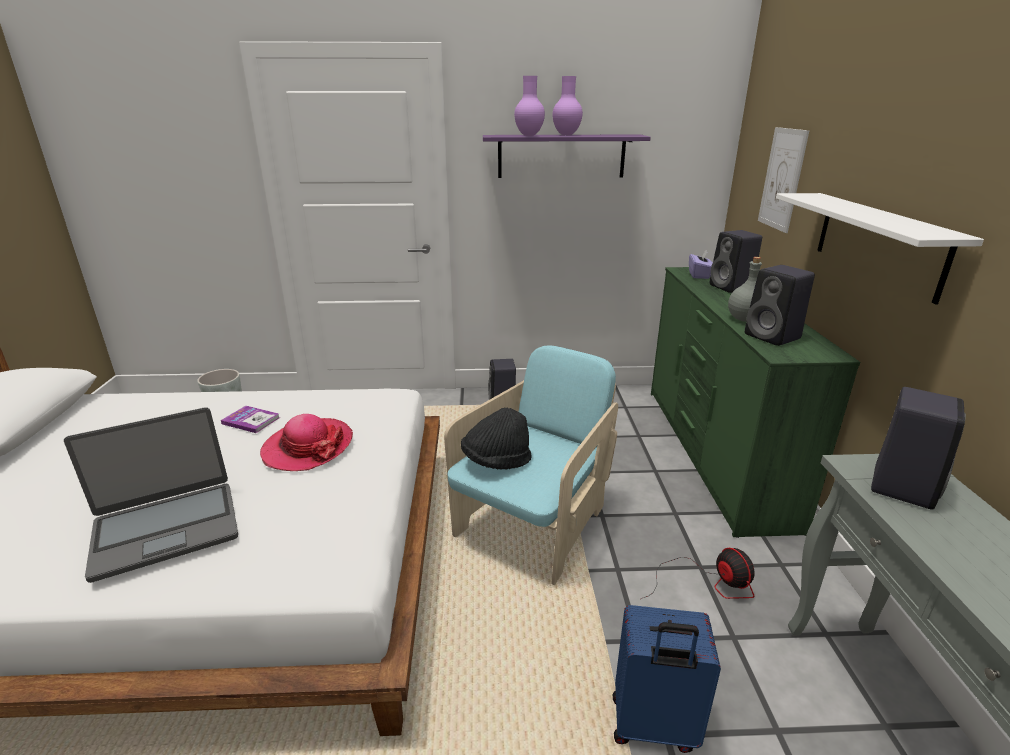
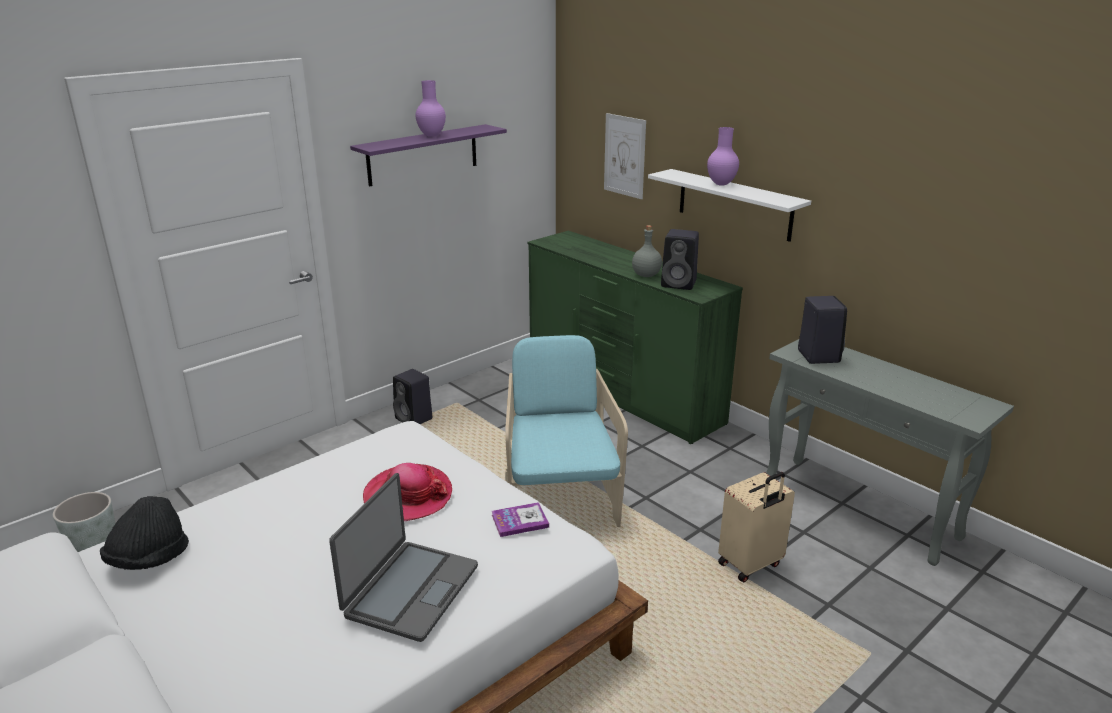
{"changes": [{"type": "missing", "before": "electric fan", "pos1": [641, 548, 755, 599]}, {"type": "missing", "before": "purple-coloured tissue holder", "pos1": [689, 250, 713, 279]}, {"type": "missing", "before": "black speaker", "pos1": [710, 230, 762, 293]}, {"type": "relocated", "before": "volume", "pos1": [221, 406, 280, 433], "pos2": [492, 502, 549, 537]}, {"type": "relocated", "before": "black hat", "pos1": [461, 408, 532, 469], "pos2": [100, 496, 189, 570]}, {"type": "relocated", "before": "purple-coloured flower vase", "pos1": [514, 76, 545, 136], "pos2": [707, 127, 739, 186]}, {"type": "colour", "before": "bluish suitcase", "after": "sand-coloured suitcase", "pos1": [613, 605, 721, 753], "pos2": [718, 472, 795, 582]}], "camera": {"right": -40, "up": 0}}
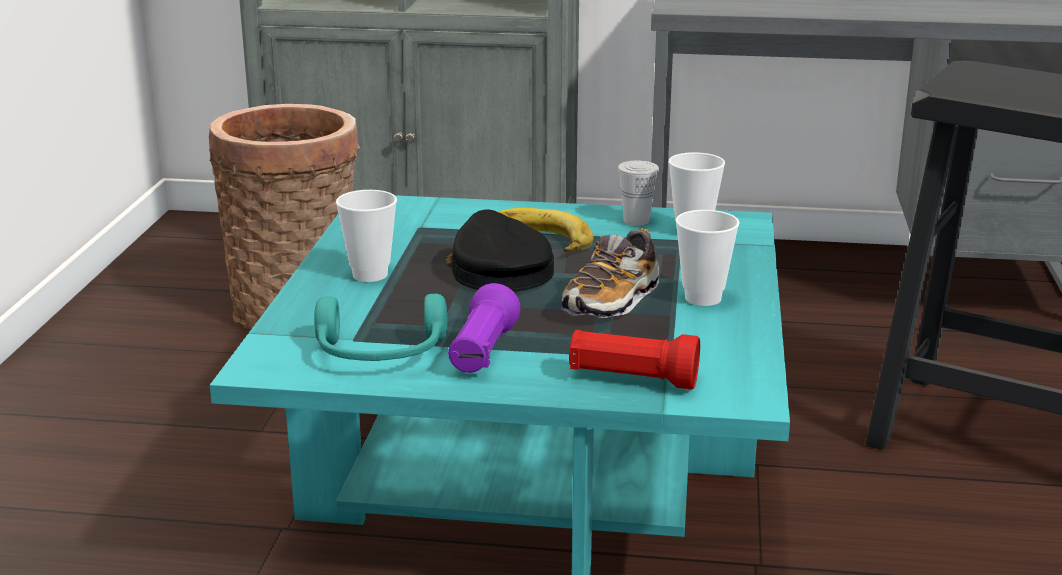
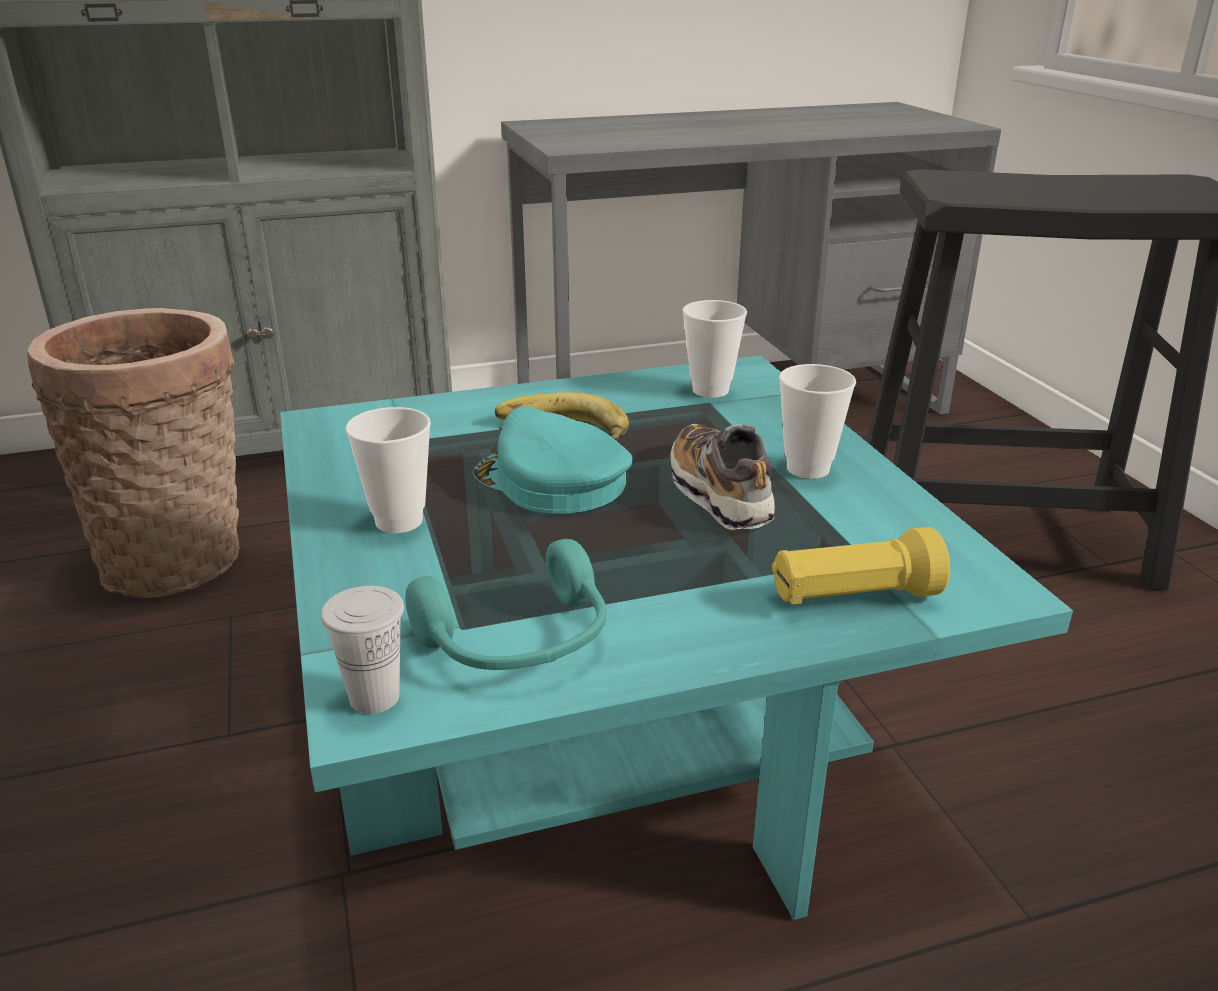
{"changes": [{"type": "missing", "before": "purple-coloured flashlight", "pos1": [448, 283, 521, 373]}, {"type": "relocated", "before": "whitish drinking cup", "pos1": [618, 161, 659, 226], "pos2": [321, 586, 404, 714]}, {"type": "colour", "before": "black peaked cap", "after": "blue-green peaked cap", "pos1": [444, 209, 554, 292], "pos2": [473, 407, 633, 514]}, {"type": "colour", "before": "reddish flashlight", "after": "yellowish flashlight", "pos1": [569, 330, 700, 390], "pos2": [772, 527, 950, 604]}, {"type": "spun", "before": "low shoe", "pos1": [561, 228, 659, 318], "pos2": [670, 424, 775, 530], "turn": 150}], "camera": {"right": -25, "up": 5}}
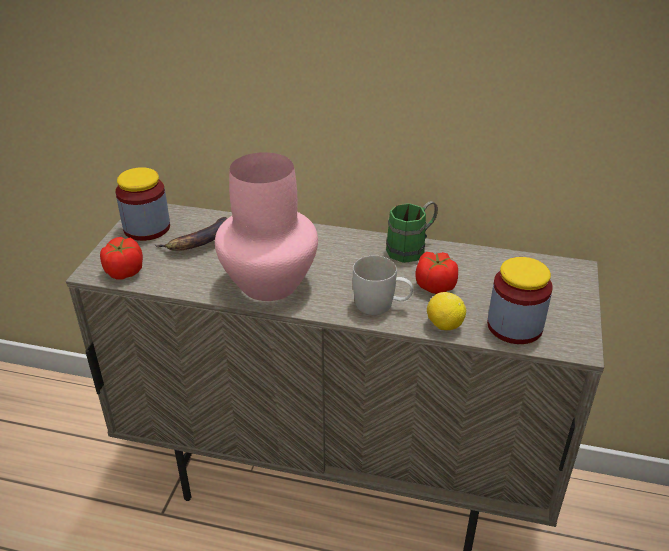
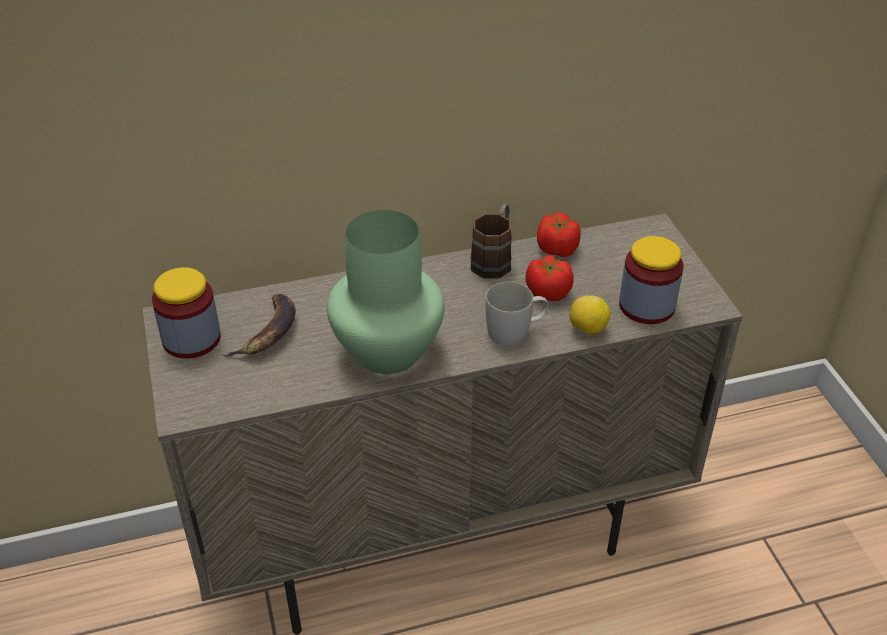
{"changes": [{"type": "relocated", "before": "whole tomato", "pos1": [100, 237, 143, 280], "pos2": [537, 212, 581, 257]}, {"type": "colour", "before": "pink-coloured flower vase", "after": "greenish flower vase", "pos1": [215, 152, 318, 301], "pos2": [327, 210, 445, 374]}, {"type": "colour", "before": "greenish mug", "after": "brown mug", "pos1": [386, 201, 438, 263], "pos2": [470, 204, 512, 279]}], "camera": {"right": -30, "up": 5}}
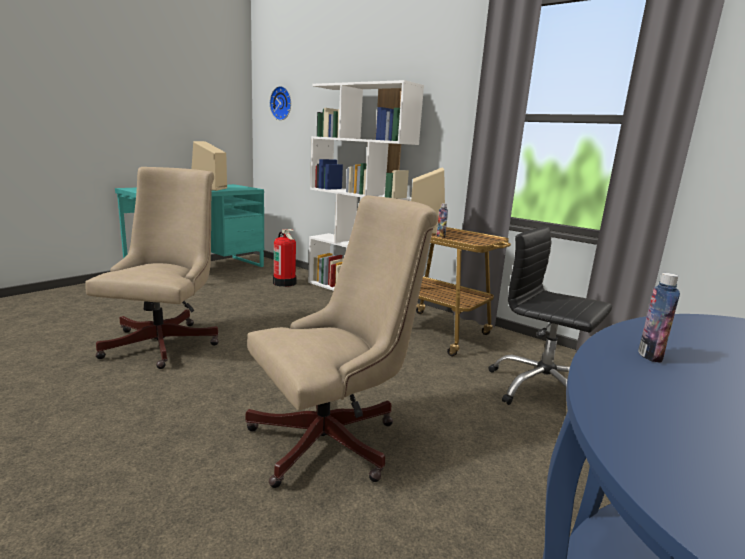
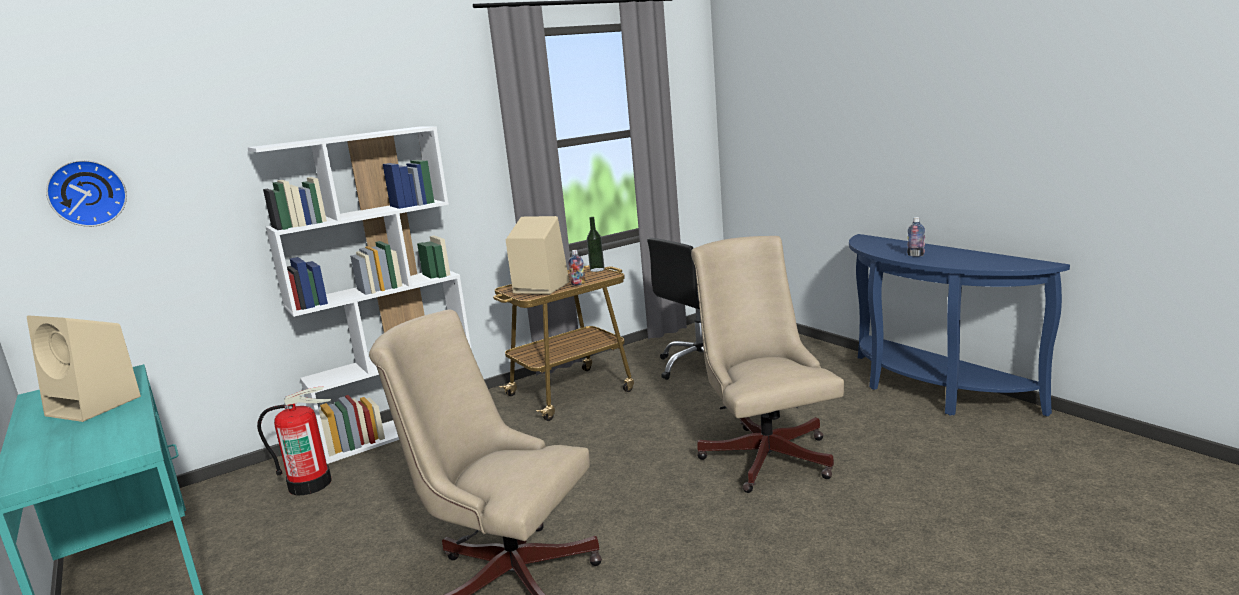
{"changes": [{"type": "appeared", "after": "drink bottle", "pos2": [587, 217, 605, 272]}], "camera": {"right": -70, "up": 0}}
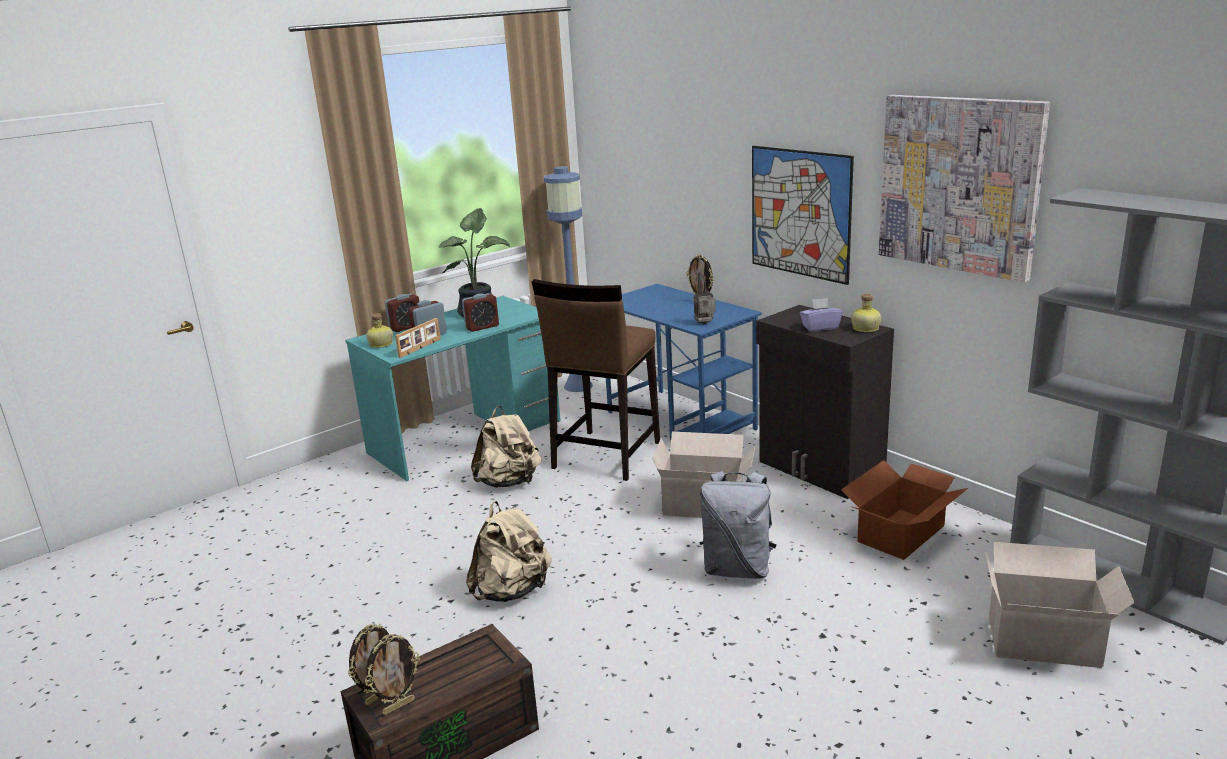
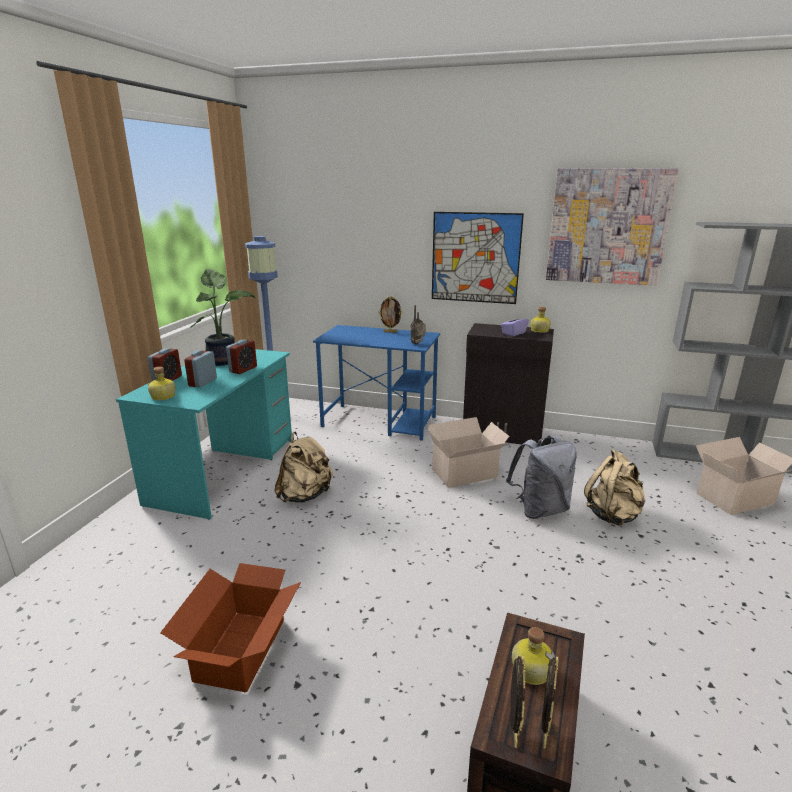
{"changes": [{"type": "missing", "before": "picture frame", "pos1": [395, 318, 441, 358]}, {"type": "missing", "before": "brown stool", "pos1": [532, 279, 660, 481]}, {"type": "appeared", "after": "drink bottle", "pos2": [512, 627, 555, 685]}, {"type": "relocated", "before": "sand-coloured rucksack", "pos1": [466, 501, 552, 602], "pos2": [584, 449, 646, 526]}, {"type": "relocated", "before": "carton", "pos1": [841, 460, 968, 560], "pos2": [160, 563, 301, 692]}], "camera": {"right": -35, "up": 0}}
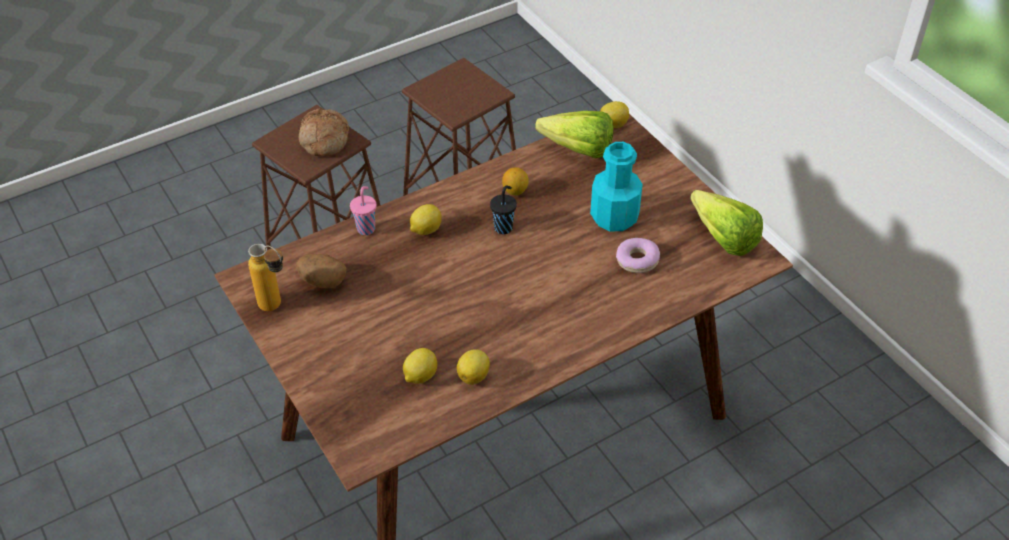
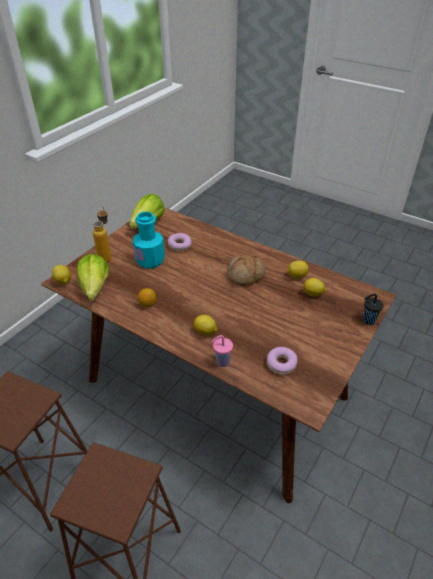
{"changes": [{"type": "relocated", "before": "drink bottle", "pos1": [248, 244, 283, 311], "pos2": [93, 207, 111, 263]}, {"type": "relocated", "before": "bread", "pos1": [299, 108, 349, 157], "pos2": [227, 254, 266, 286]}, {"type": "relocated", "before": "black drinking cup", "pos1": [490, 186, 517, 234], "pos2": [363, 294, 383, 325]}, {"type": "exchanged", "before": "potato", "after": "donut", "pos1": [296, 254, 346, 288], "pos2": [267, 347, 298, 375]}], "camera": {"right": -115, "up": -5}}
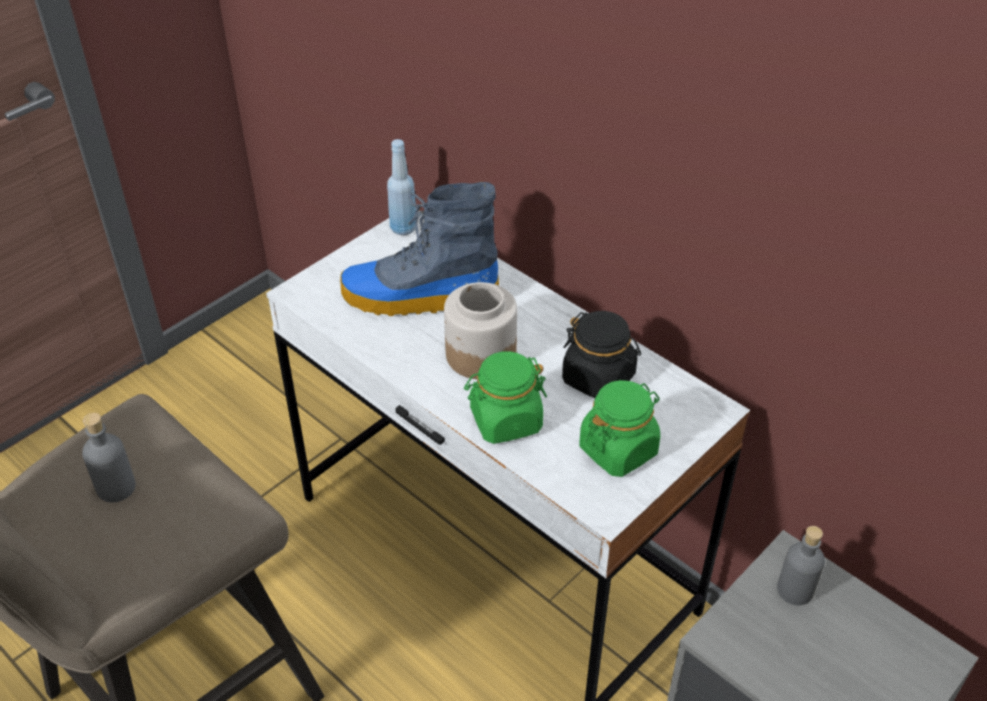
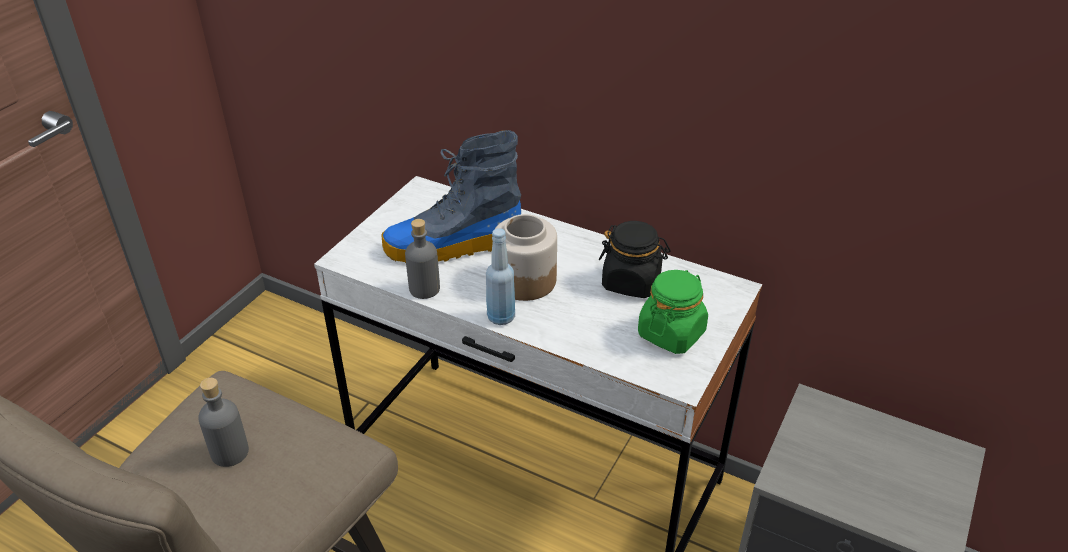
{"changes": [{"type": "missing", "before": "greenish storage jar", "pos1": [464, 351, 547, 444]}, {"type": "relocated", "before": "bluish drink bottle", "pos1": [387, 139, 416, 235], "pos2": [486, 228, 515, 325]}, {"type": "relocated", "before": "greyish drink bottle", "pos1": [777, 526, 825, 605], "pos2": [405, 219, 440, 299]}], "camera": {"right": -15, "up": -5}}
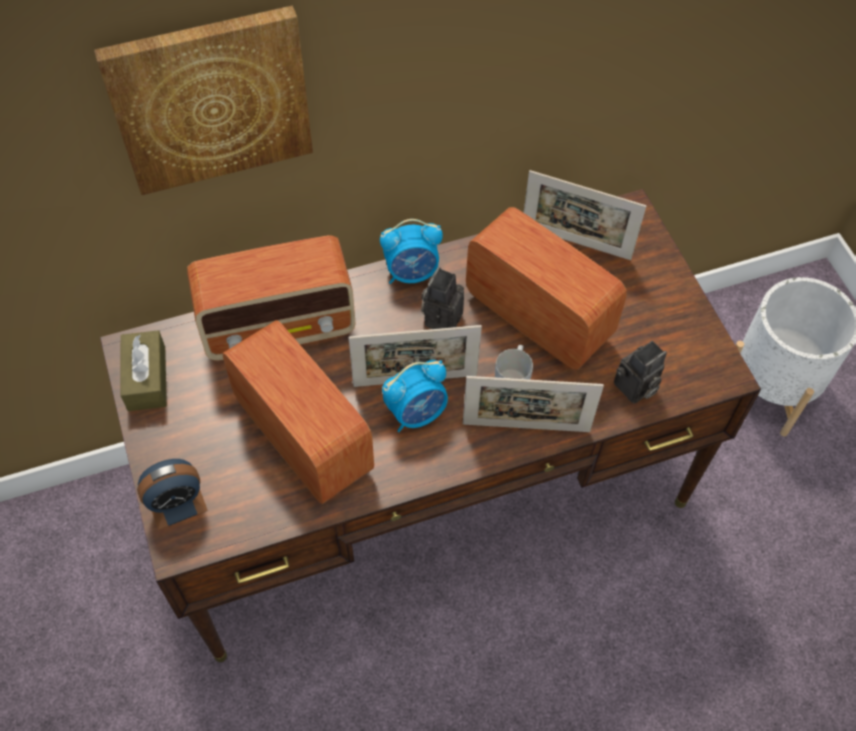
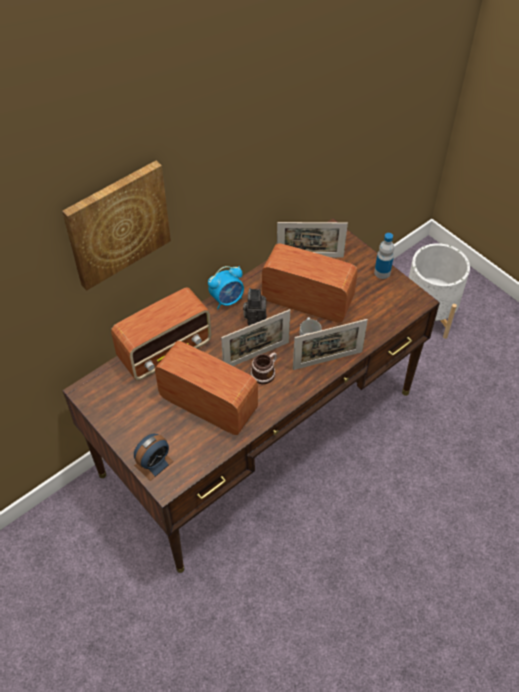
{"changes": [{"type": "missing", "before": "brown tissue holder", "pos1": [121, 330, 167, 411]}, {"type": "missing", "before": "still camera", "pos1": [614, 341, 667, 404]}, {"type": "appeared", "after": "drink bottle", "pos2": [374, 233, 394, 279]}, {"type": "exchanged", "before": "alarm clock", "after": "mug", "pos1": [382, 360, 448, 432], "pos2": [251, 352, 277, 384]}], "camera": {"right": -20, "up": -5}}
